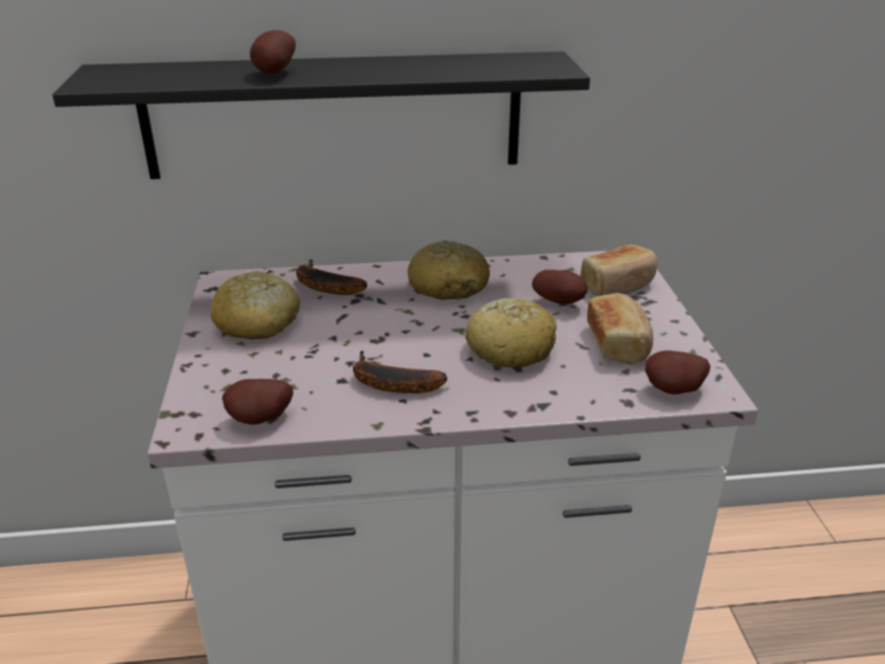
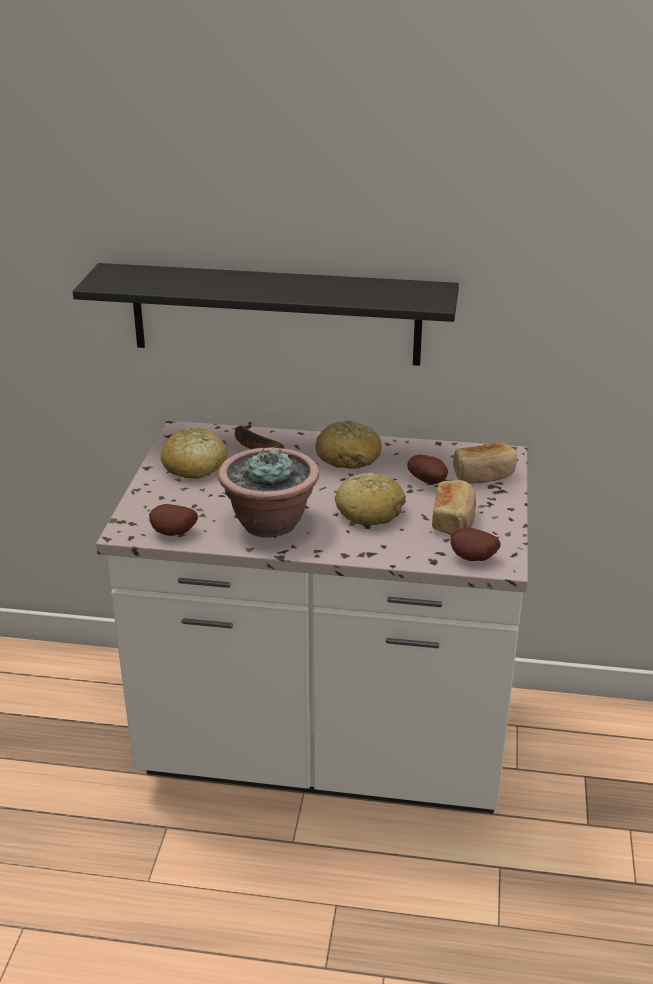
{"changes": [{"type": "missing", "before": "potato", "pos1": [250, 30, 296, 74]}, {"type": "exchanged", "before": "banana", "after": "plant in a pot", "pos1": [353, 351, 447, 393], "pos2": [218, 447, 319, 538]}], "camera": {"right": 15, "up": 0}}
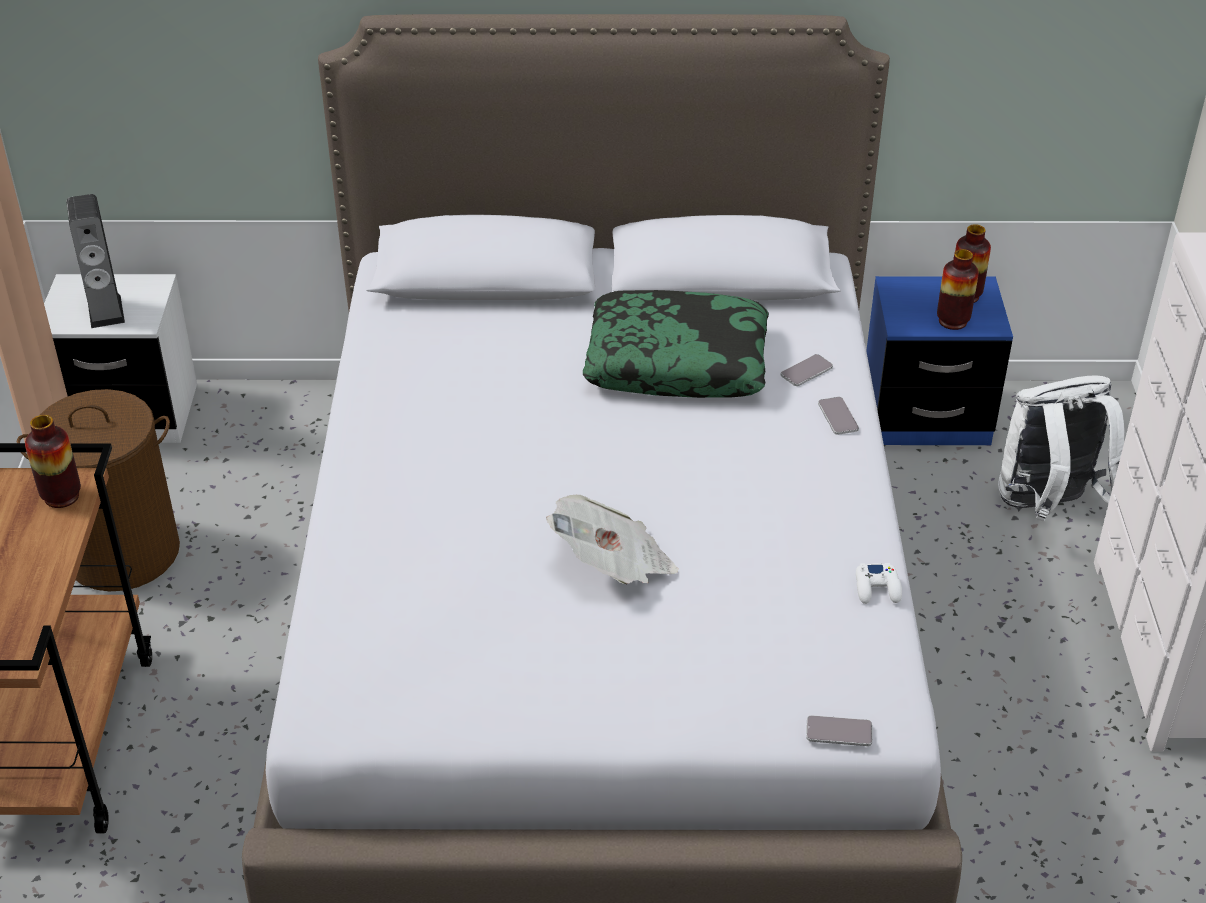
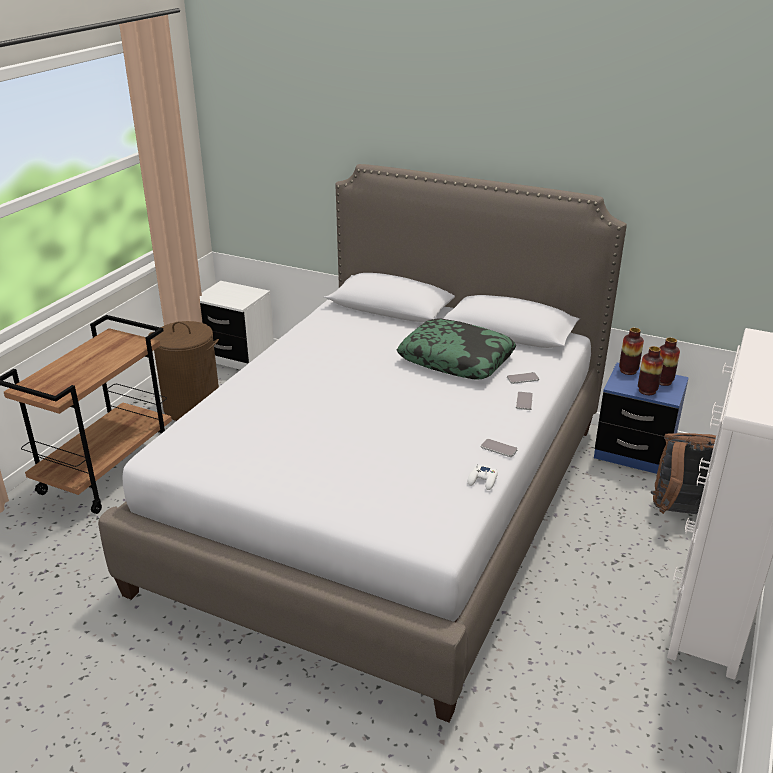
{"changes": [{"type": "missing", "before": "speaker", "pos1": [66, 194, 125, 328]}, {"type": "missing", "before": "daily paper", "pos1": [546, 495, 679, 584]}, {"type": "relocated", "before": "flower vase", "pos1": [25, 415, 81, 508], "pos2": [619, 328, 644, 375]}, {"type": "relocated", "before": "phone", "pos1": [806, 715, 873, 746], "pos2": [481, 439, 518, 457]}, {"type": "colour", "before": "whitish rucksack", "after": "brown rucksack", "pos1": [998, 375, 1124, 521], "pos2": [651, 433, 716, 514]}], "camera": {"right": 25, "up": -10}}
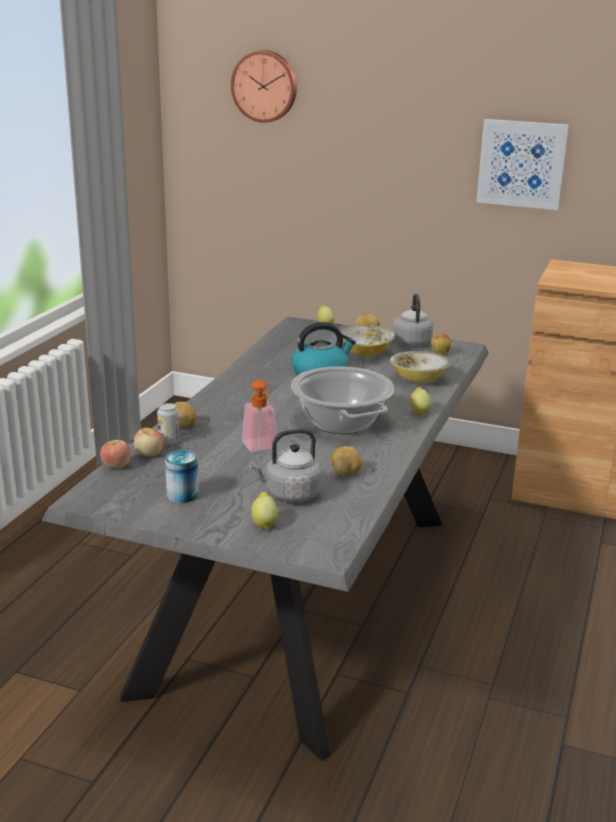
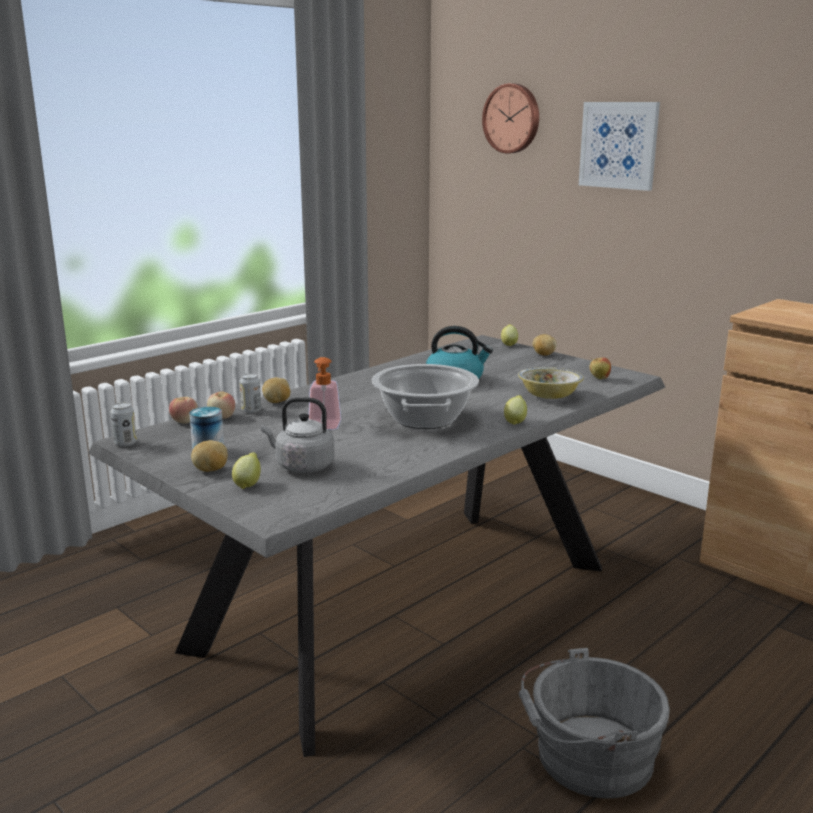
{"changes": [{"type": "missing", "before": "serving bowl", "pos1": [340, 325, 395, 356]}, {"type": "missing", "before": "greyish water kettle", "pos1": [393, 293, 433, 346]}, {"type": "appeared", "after": "sealed can", "pos2": [111, 402, 137, 447]}, {"type": "appeared", "after": "greyish pail", "pos2": [519, 648, 670, 798]}, {"type": "relocated", "before": "potato", "pos1": [331, 446, 362, 476], "pos2": [191, 440, 228, 472]}, {"type": "relocated", "before": "picture", "pos1": [476, 119, 569, 210], "pos2": [579, 102, 660, 191]}], "camera": {"right": 25, "up": -5}}
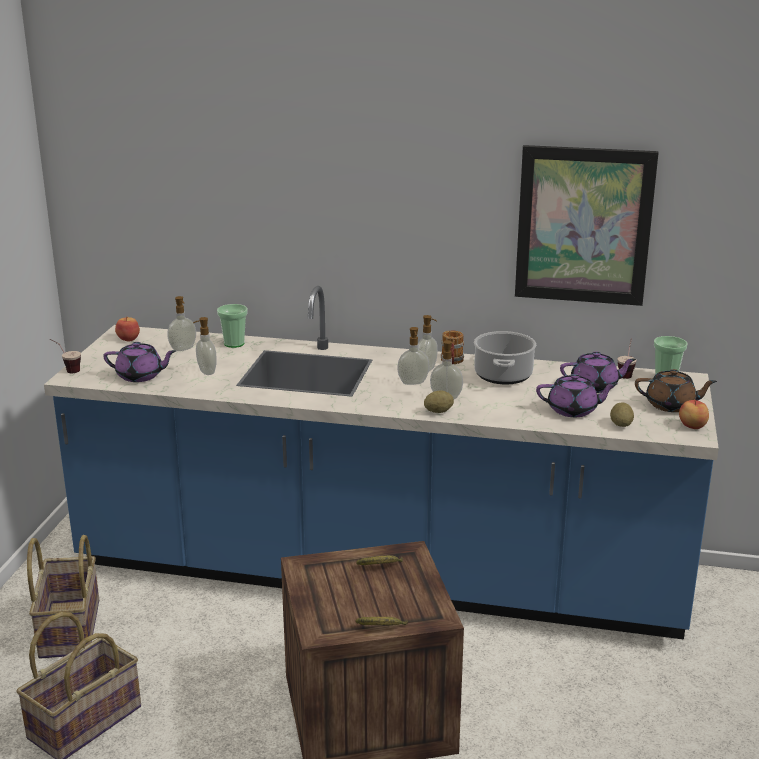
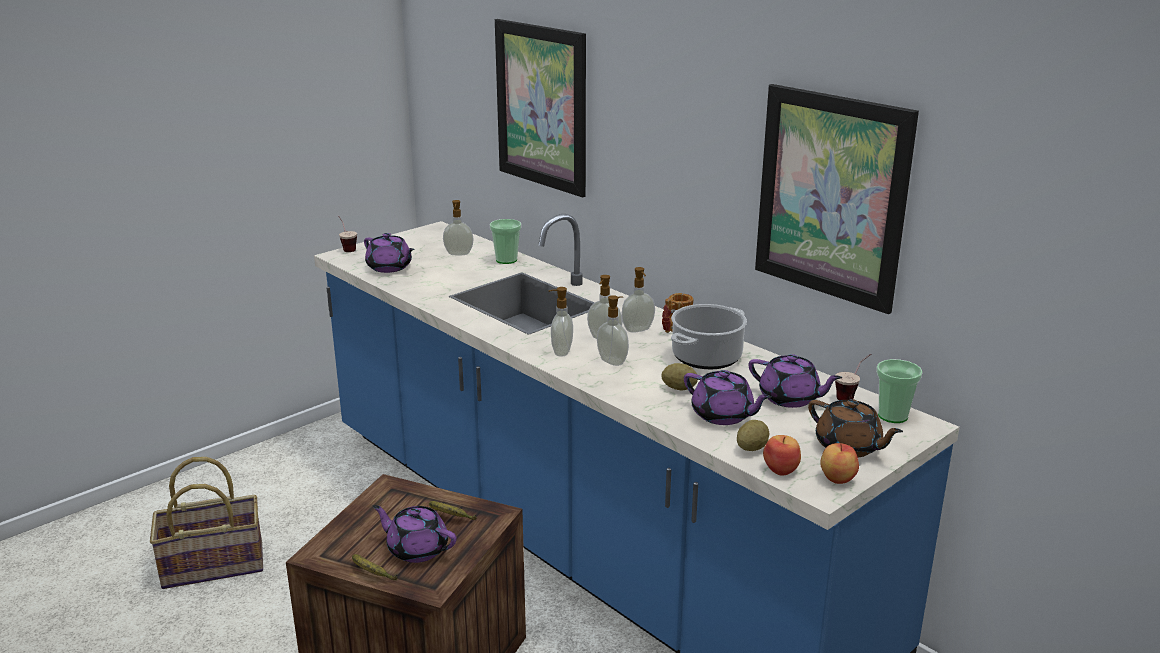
{"changes": [{"type": "missing", "before": "household basket", "pos1": [27, 535, 99, 659]}, {"type": "appeared", "after": "purple-coloured teapot", "pos2": [373, 505, 457, 563]}, {"type": "appeared", "after": "picture", "pos2": [495, 19, 586, 197]}, {"type": "relocated", "before": "apple", "pos1": [115, 317, 140, 342], "pos2": [763, 435, 801, 475]}, {"type": "relocated", "before": "soap bottle", "pos1": [193, 317, 217, 375], "pos2": [548, 287, 573, 357]}, {"type": "relocated", "before": "potato", "pos1": [424, 390, 454, 413], "pos2": [661, 363, 698, 391]}], "camera": {"right": 35, "up": 0}}
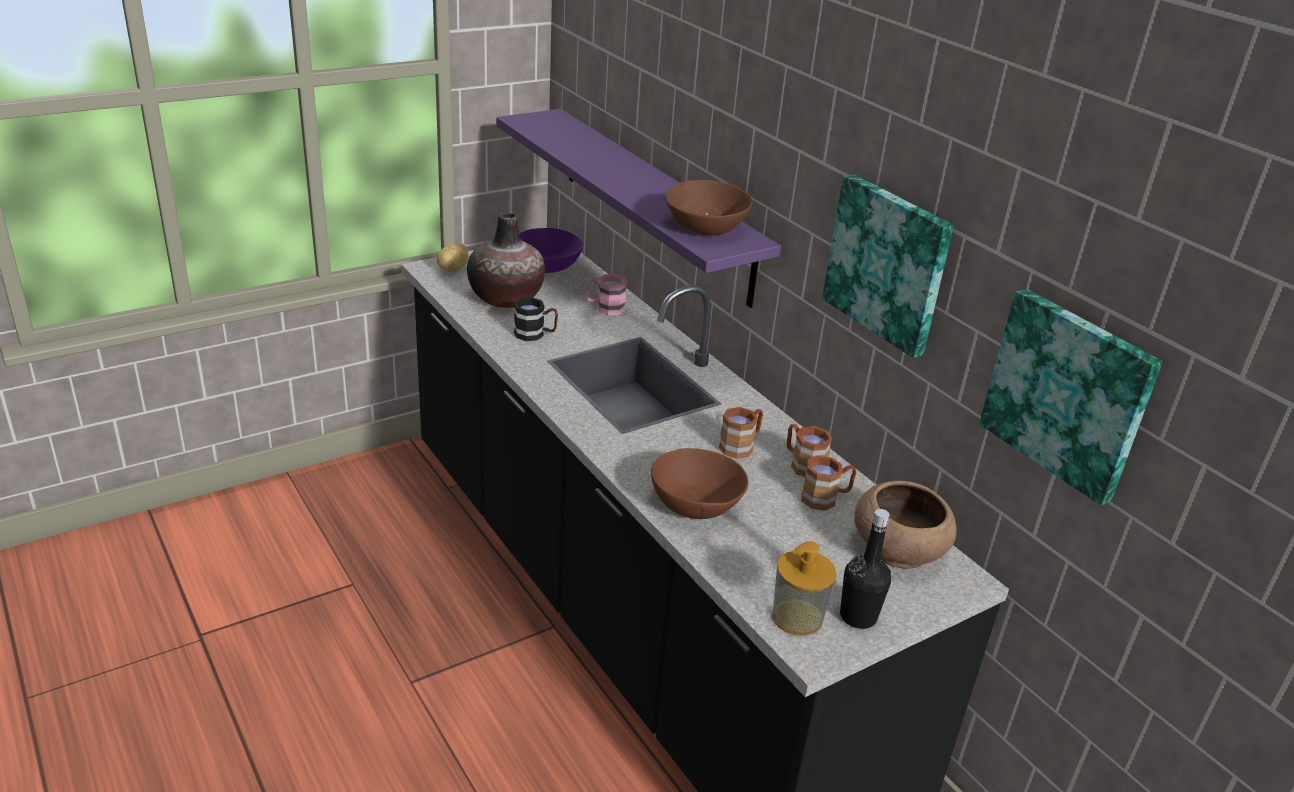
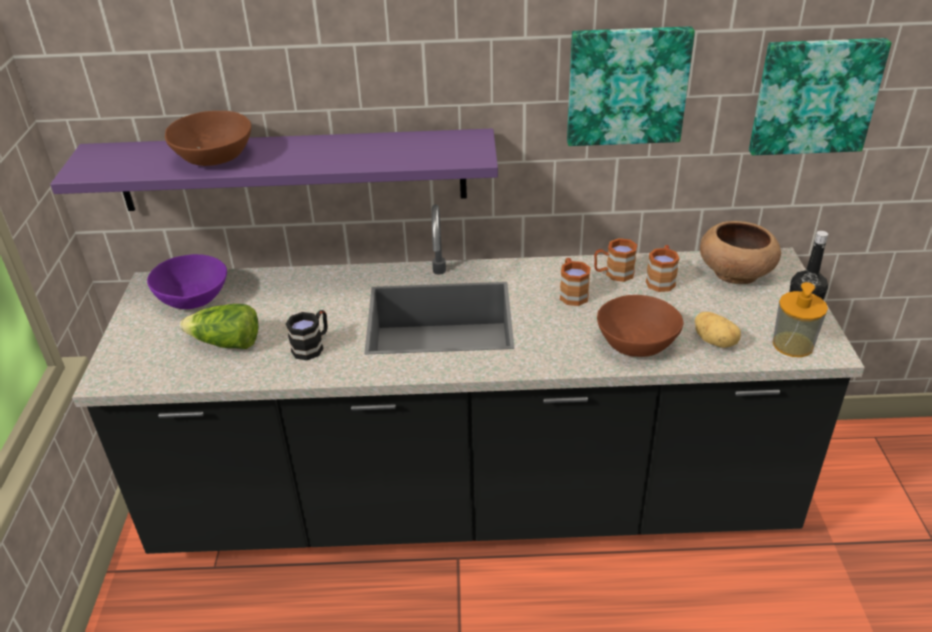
{"changes": [{"type": "missing", "before": "pink-coloured mug", "pos1": [585, 274, 627, 315]}, {"type": "relocated", "before": "potato", "pos1": [437, 243, 468, 273], "pos2": [695, 312, 741, 348]}, {"type": "relocated", "before": "brown serving bowl", "pos1": [665, 180, 753, 236], "pos2": [165, 111, 251, 166]}, {"type": "exchanged", "before": "flower vase", "after": "head of lettuce", "pos1": [467, 213, 545, 308], "pos2": [180, 304, 258, 349]}], "camera": {"right": -55, "up": 5}}
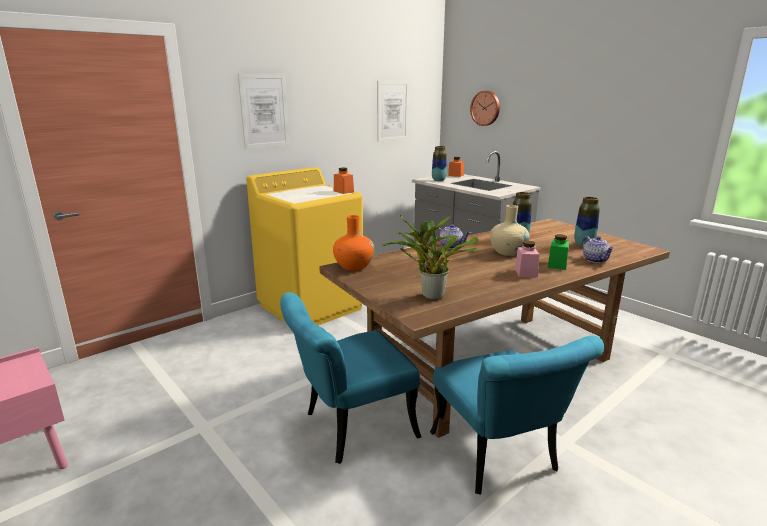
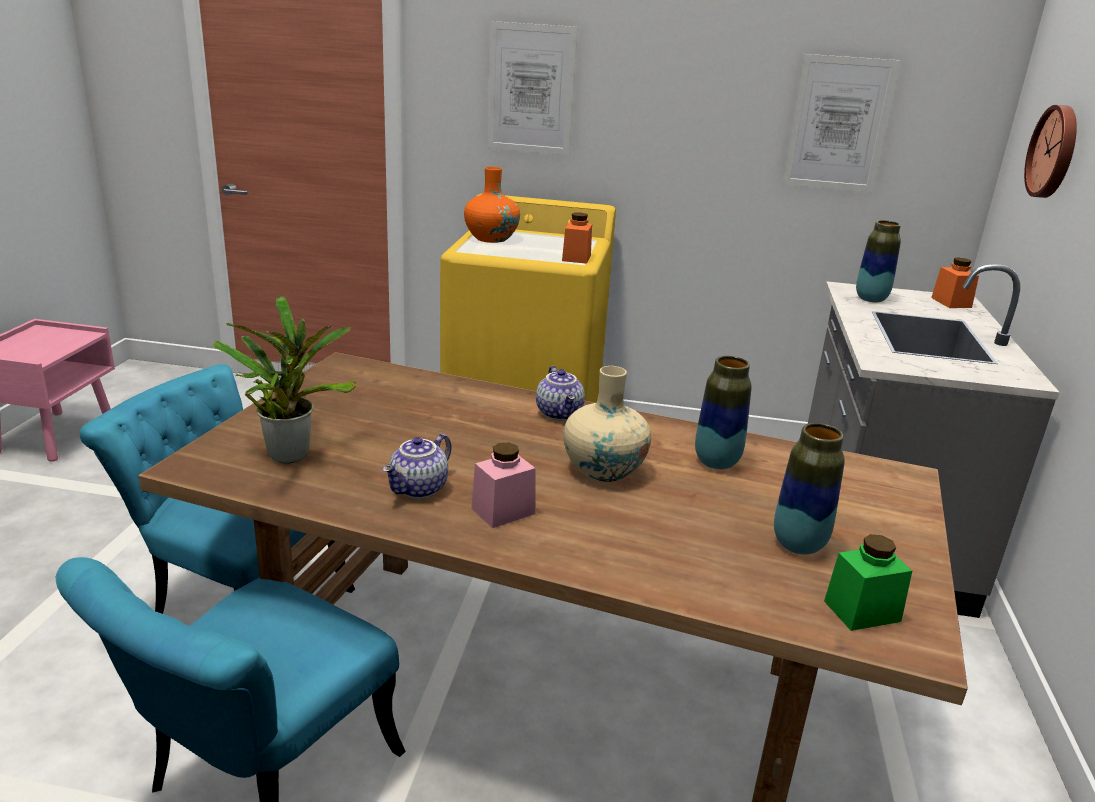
{"changes": [{"type": "relocated", "before": "orange flower vase", "pos1": [333, 215, 375, 271], "pos2": [464, 167, 520, 243]}, {"type": "relocated", "before": "greenish storage jar", "pos1": [547, 234, 569, 270], "pos2": [824, 534, 912, 631]}, {"type": "relocated", "before": "teapot", "pos1": [582, 236, 614, 263], "pos2": [383, 434, 451, 499]}], "camera": {"right": 50, "up": 5}}
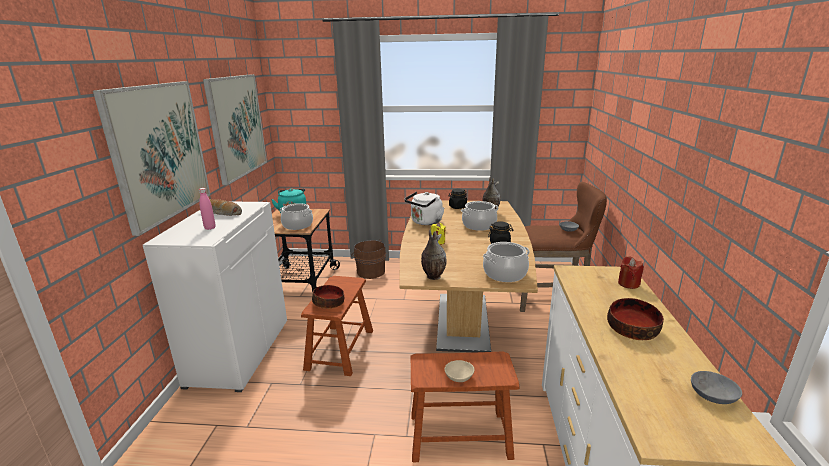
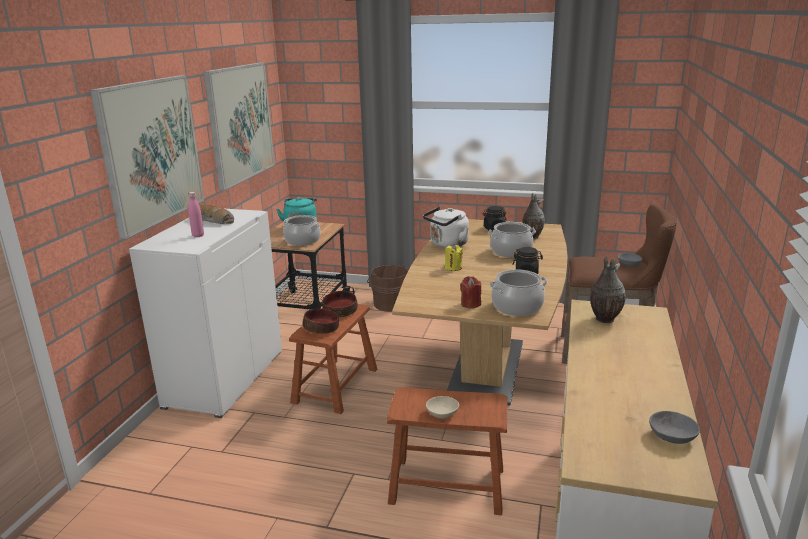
{"changes": [{"type": "relocated", "before": "flower vase", "pos1": [421, 230, 447, 280], "pos2": [590, 256, 626, 323]}, {"type": "relocated", "before": "serving bowl", "pos1": [607, 298, 664, 340], "pos2": [322, 291, 358, 317]}, {"type": "relocated", "before": "reddish wax candle", "pos1": [618, 256, 644, 289], "pos2": [460, 276, 481, 308]}], "camera": {"right": 10, "up": 0}}
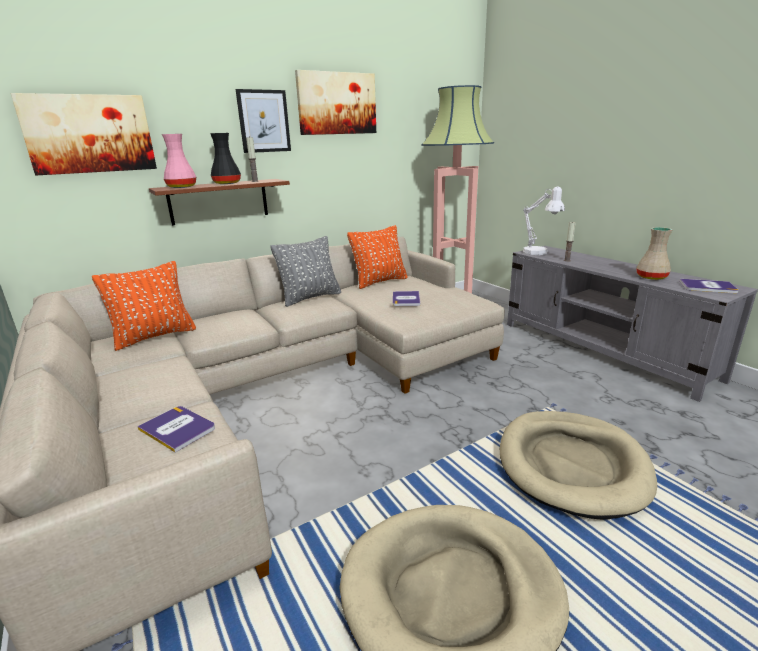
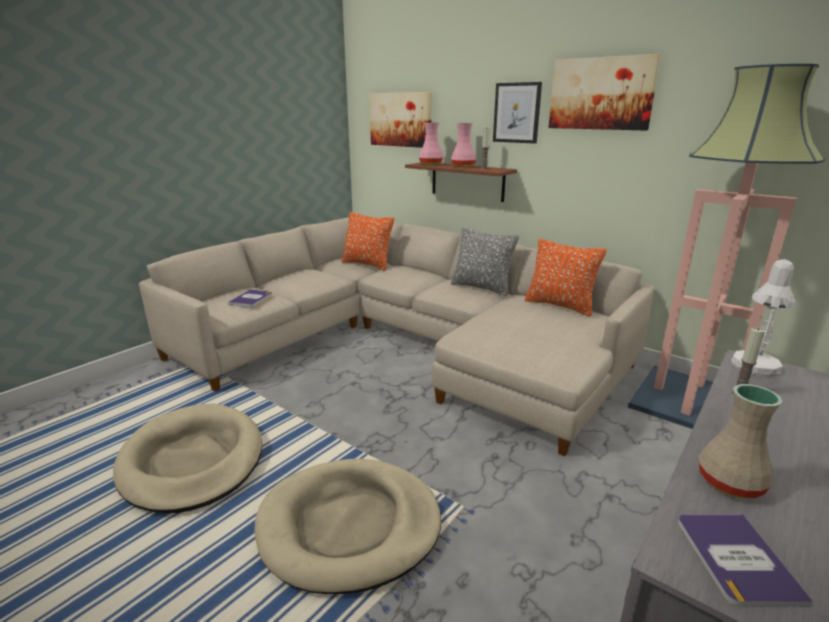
{"changes": [{"type": "missing", "before": "volume", "pos1": [393, 291, 420, 306]}, {"type": "colour", "before": "black flower vase", "after": "pink-coloured flower vase", "pos1": [210, 133, 241, 184], "pos2": [451, 123, 476, 168]}], "camera": {"right": 70, "up": 0}}
